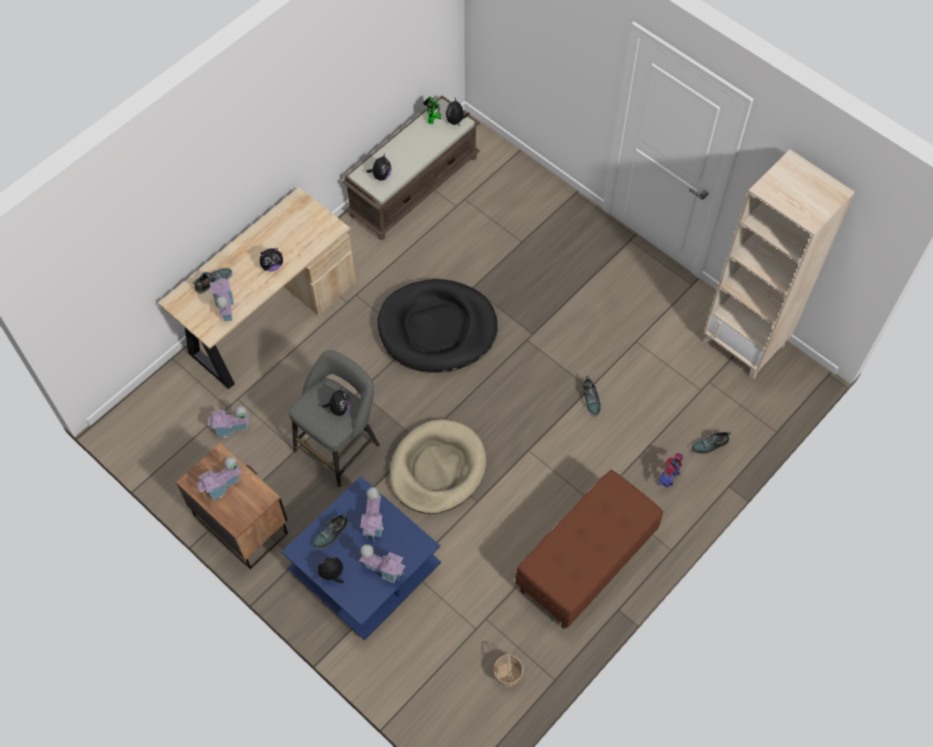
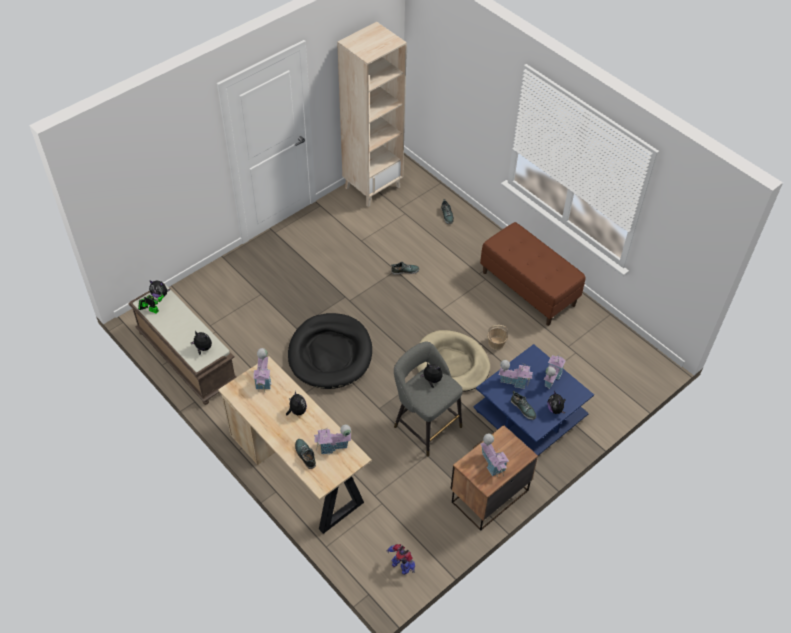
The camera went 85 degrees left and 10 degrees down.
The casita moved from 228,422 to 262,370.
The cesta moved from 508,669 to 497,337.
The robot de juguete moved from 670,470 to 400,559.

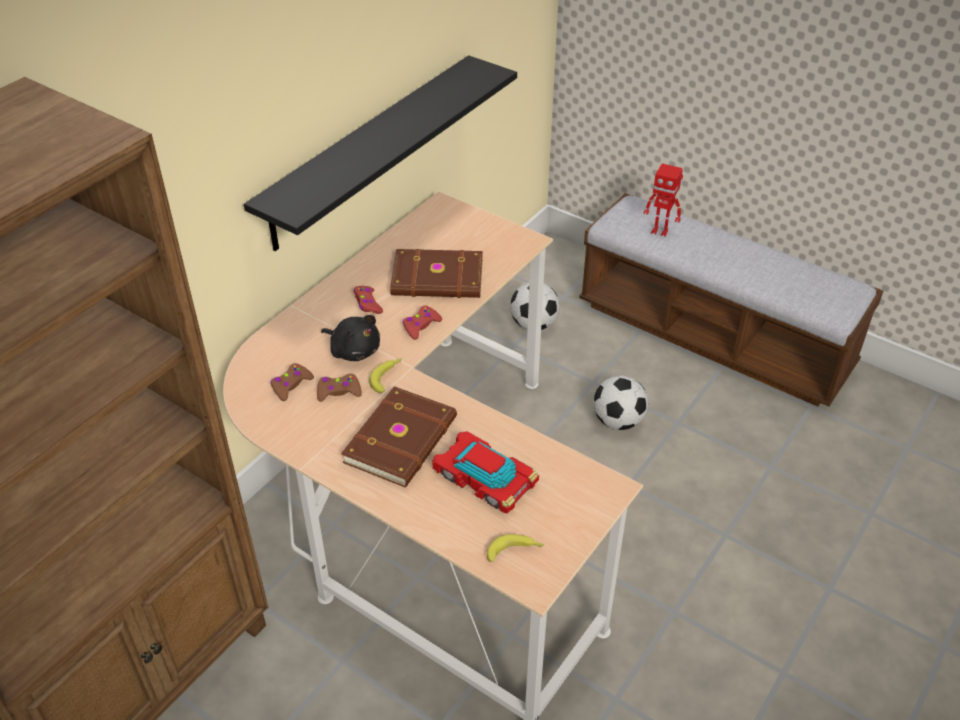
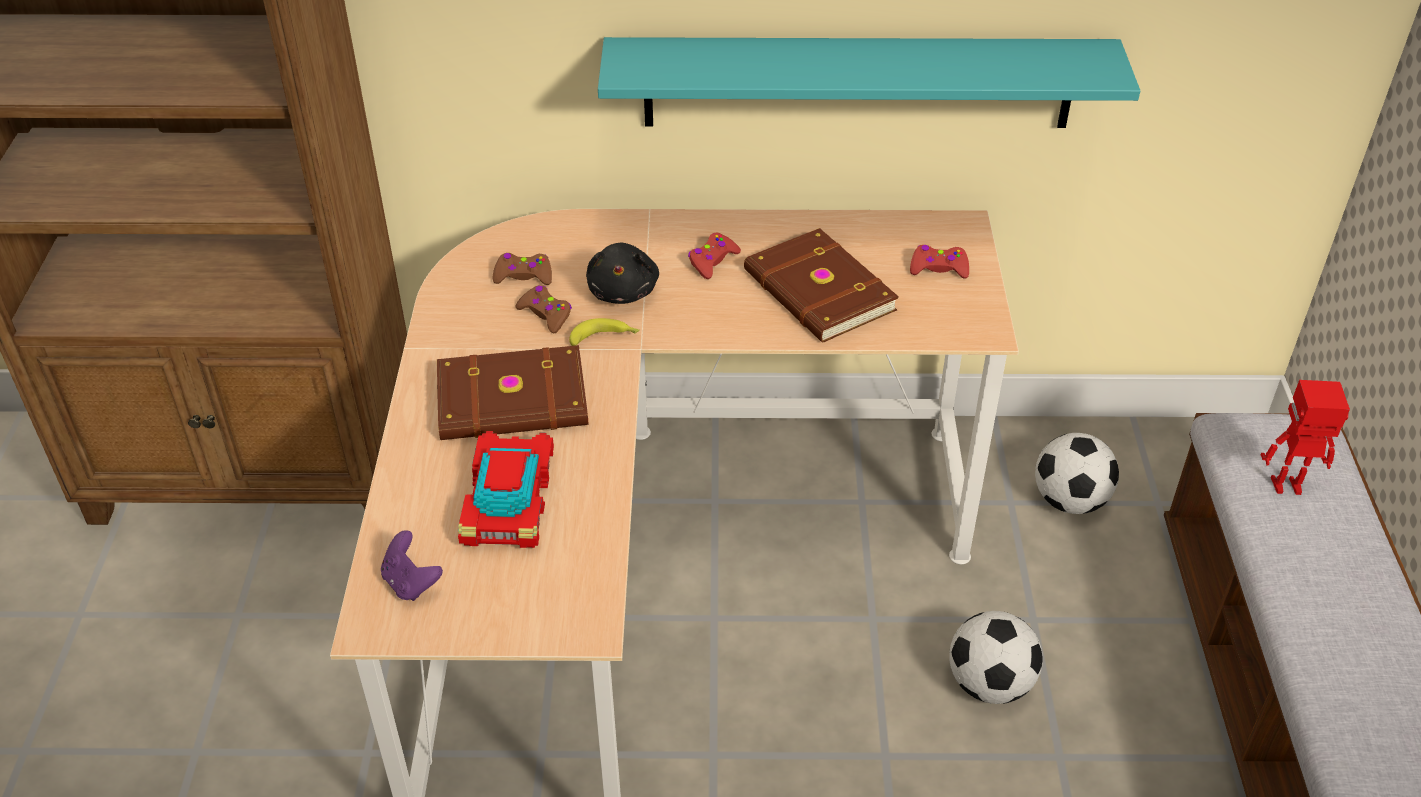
The camera went 55 degrees right and 0 degrees up.
The mando de consola/rojo moved from 422,323 to 939,261.
The plátano at 515,548 was replaced by the mando de consola/morado at 412,565.
The estante/negro at 380,153 became the estante/turquesa at 869,82.
The robot de juguete at 663,200 turned 105 degrees clockwise.

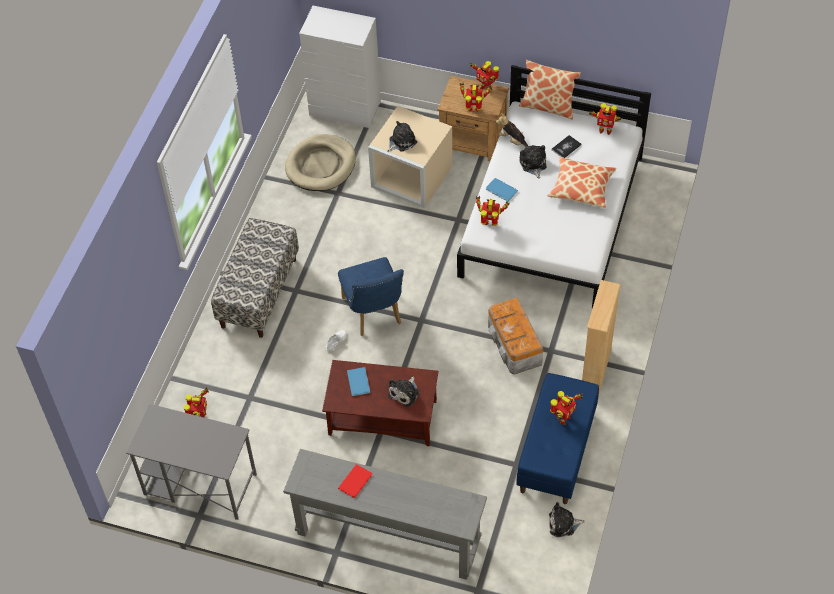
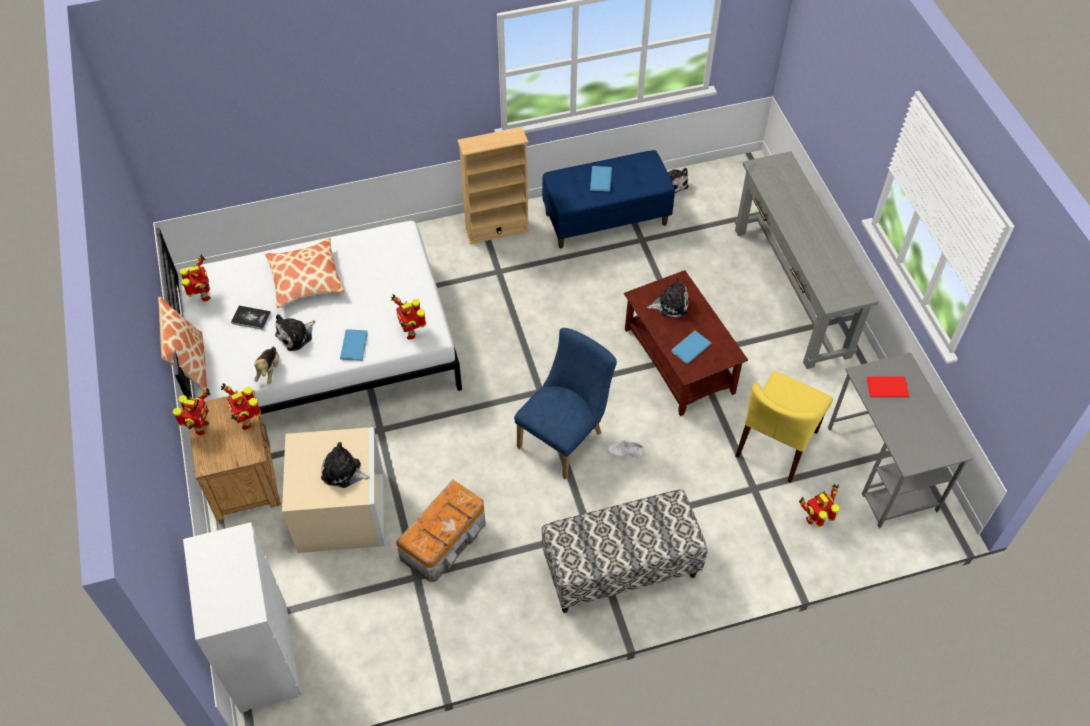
The camera went 125 degrees left and 0 degrees up.
The cama para perro/beis at 320,162 disappeared.
The silla/amarillo at 784,427 appeared.
The libro/rojo moved from 355,481 to 888,386.
The caja de almacenaje moved from 515,336 to 441,531.
The robot de juguete at 566,408 was replaced by the libro/azul at 601,179.

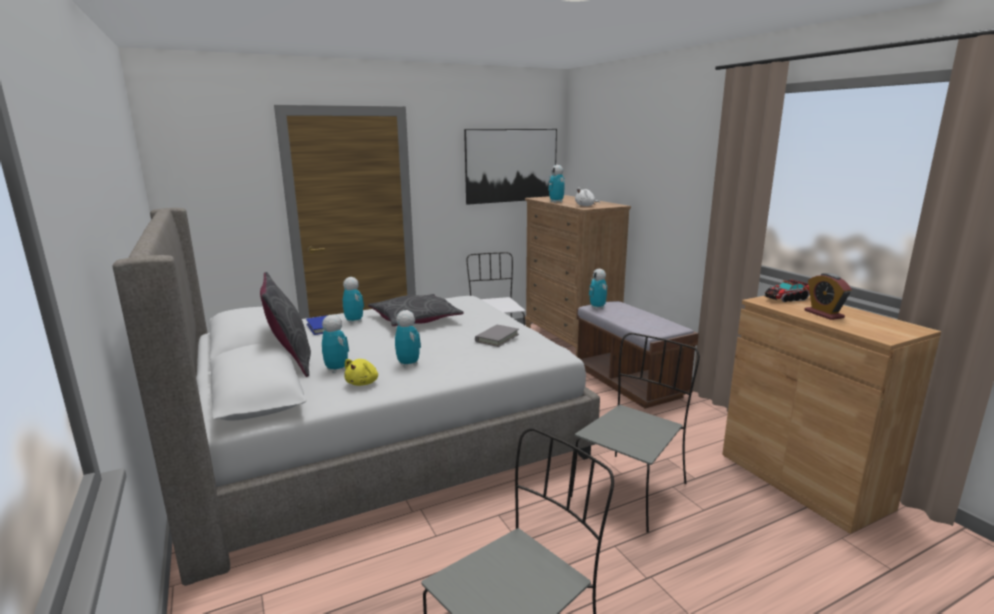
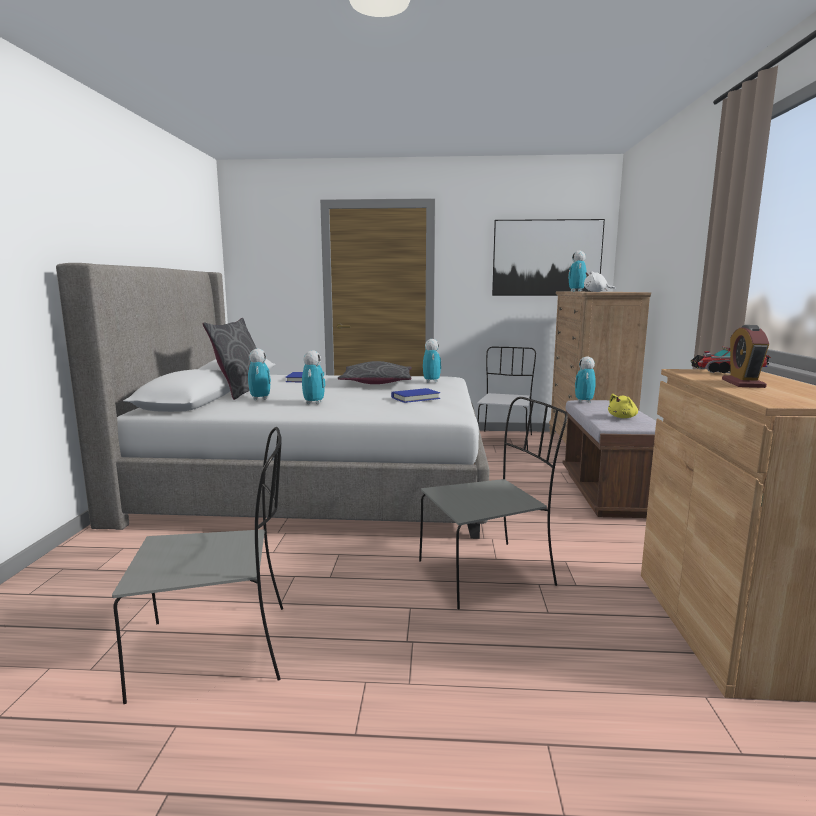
The camera went 30 degrees right and 5 degrees down.
The robot de juguete moved from 353,300 to 432,361.
The peluche/amarillo moved from 361,372 to 623,406.
The libro/gris at 497,336 became the libro/azul at 415,395.

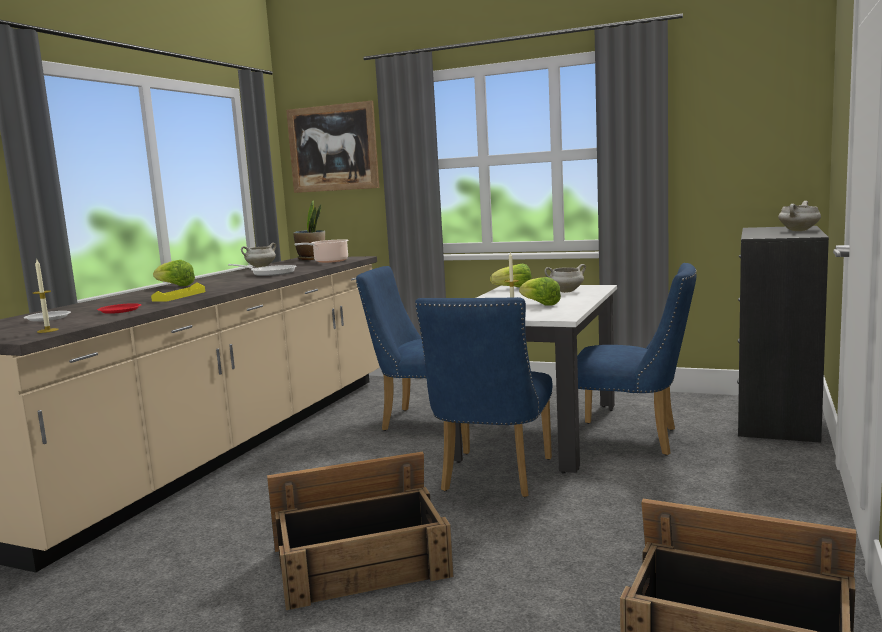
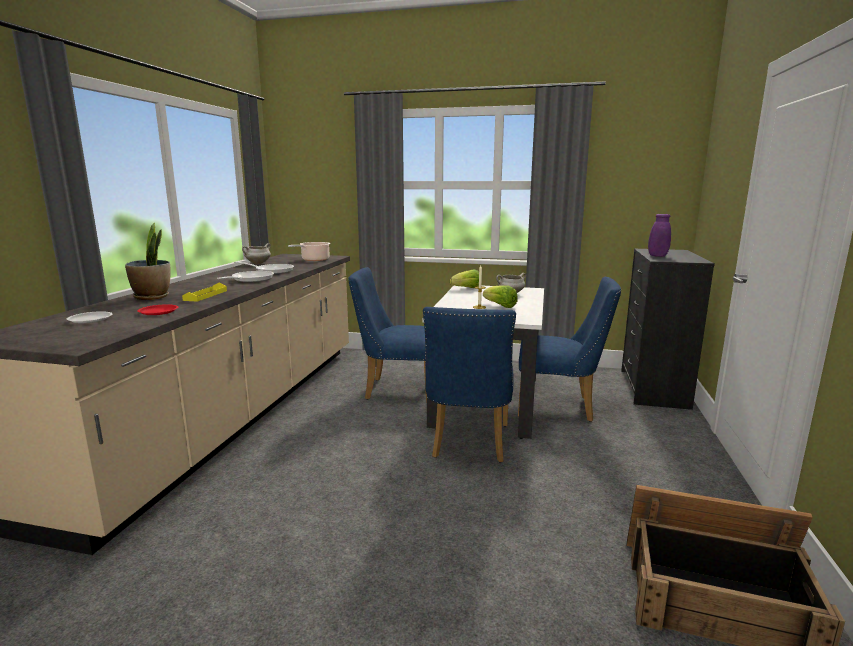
The camera went 10 degrees left and 5 degrees up.
The vela at 46,296 disappeared.
The lechuga at 174,273 disappeared.
The caja de embalaje at 360,531 disappeared.
The cuadro at 332,147 disappeared.
The olla/blanco at 799,216 disappeared.
The sartén at 245,276 appeared.
The florero/morado at 659,235 appeared.
The planta en maceta moved from 309,230 to 147,261.

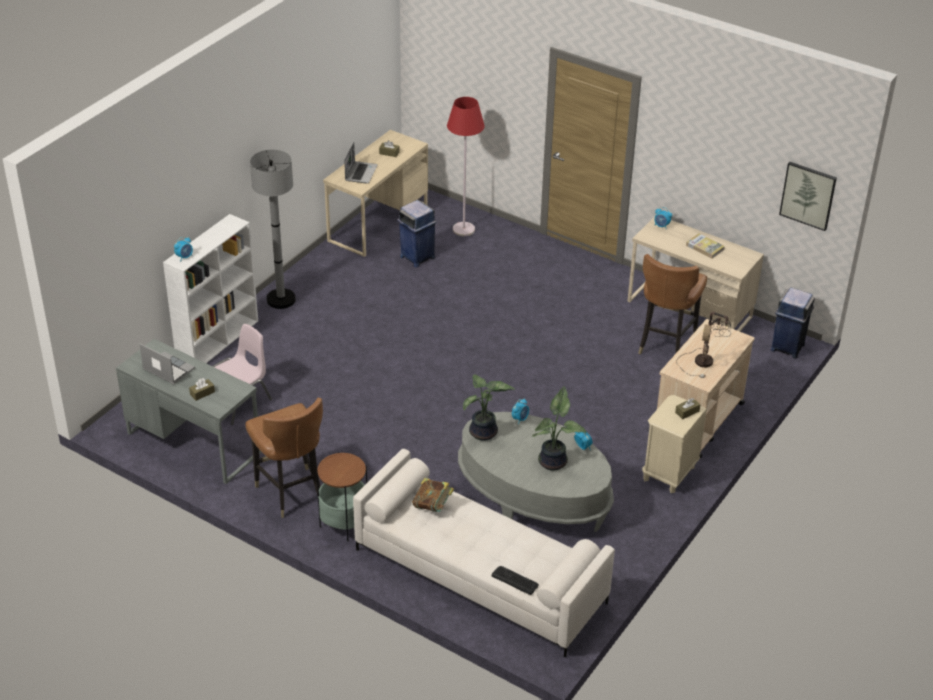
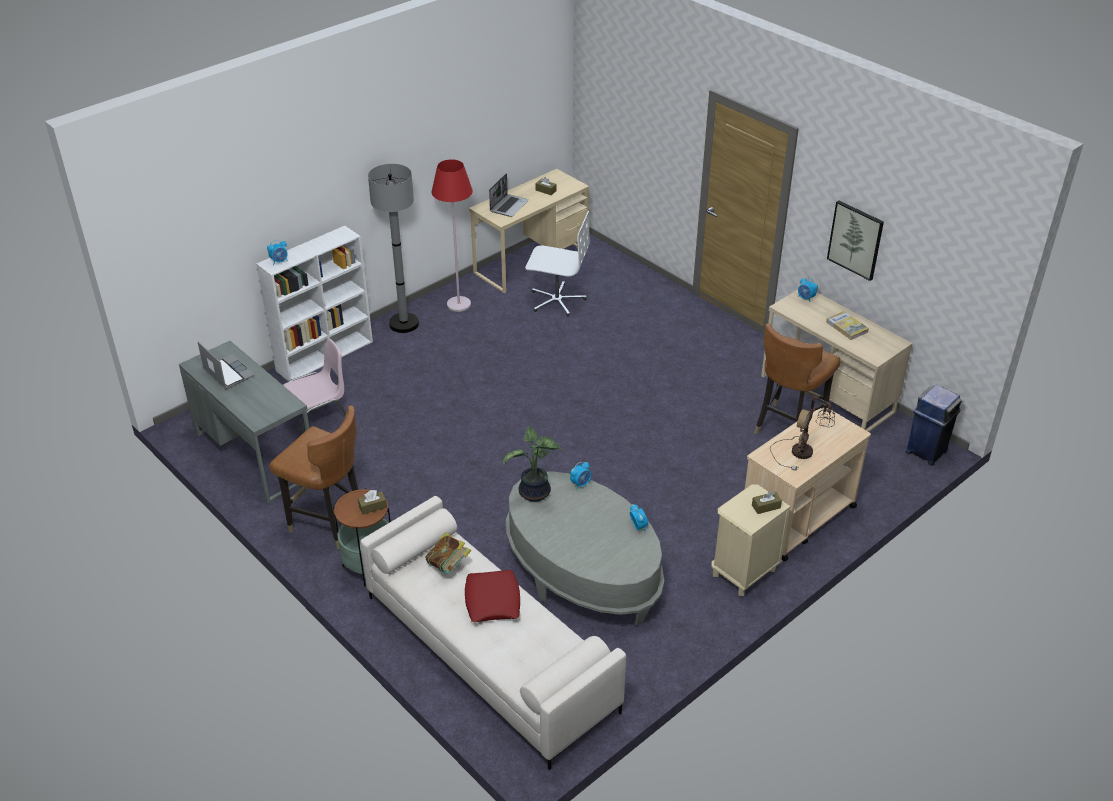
The camera went 15 degrees right and 0 degrees up.
The teclado at 515,580 disappeared.
The planta en maceta at 558,428 disappeared.
The cojín/rojo at 492,596 appeared.
The caja de pañuelos/marrón moved from 202,389 to 372,502.
The lámpara de pie/rojo moved from 466,166 to 452,235.
The cuadro moved from 808,196 to 855,241.
The papelera/azul at 417,234 was replaced by the silla de oficina/blanco at 557,264.
The silla/marrón at 284,458 turned 45 degrees counterclockwise.

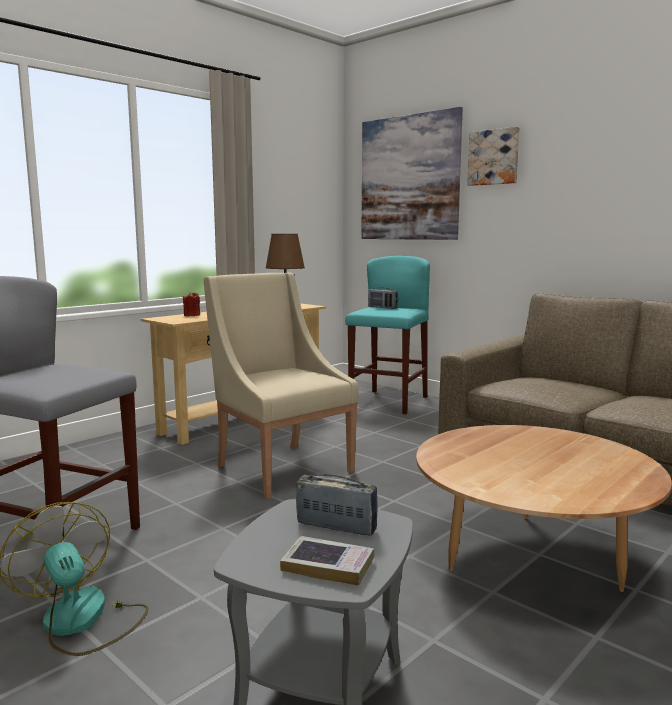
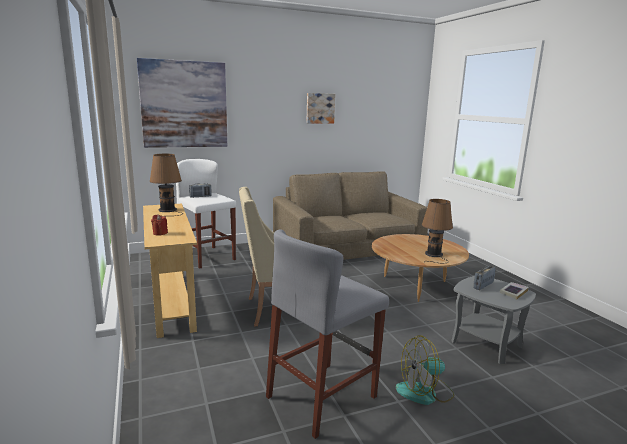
The camera went 65 degrees left and 5 degrees up.
The lámpara de mesa/marrón at 437,231 appeared.
The cuadro moved from 493,156 to 320,108.
The taburete/turquesa at 387,335 became the taburete/blanco at 206,214.

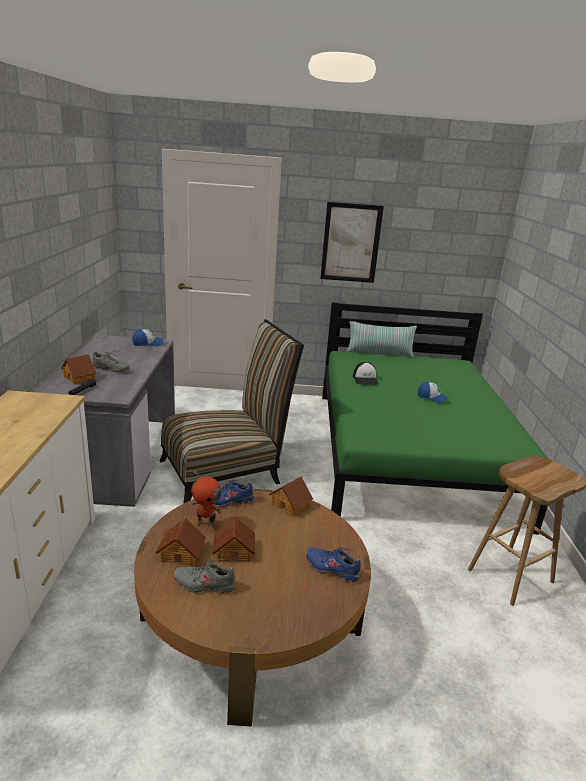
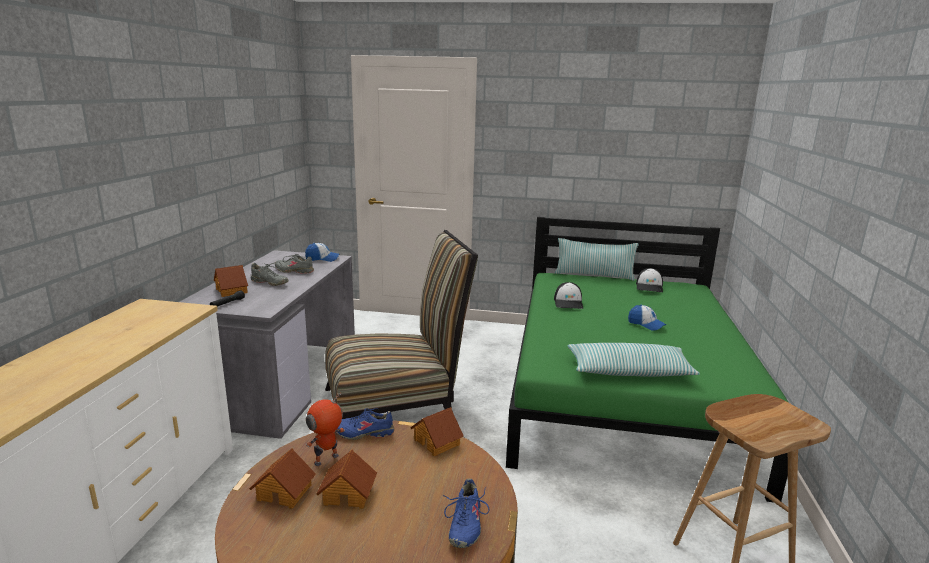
The camera went 10 degrees right and 5 degrees down.
The cuadro at 352,242 disappeared.
The cojín at 634,360 appeared.
The gorra at 649,280 appeared.
The zapato/gris moved from 205,576 to 294,264.
The robot de juguete at 207,500 turned 105 degrees clockwise.
The zapato/azul at 333,564 turned 120 degrees counterclockwise.

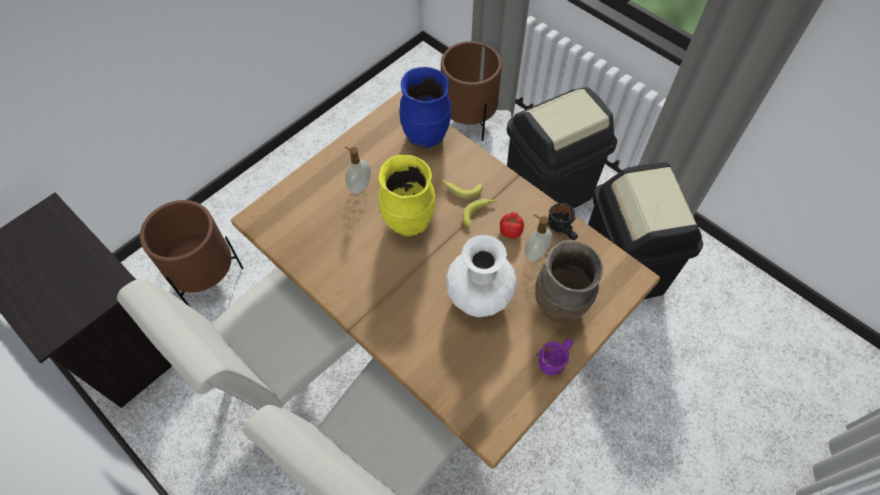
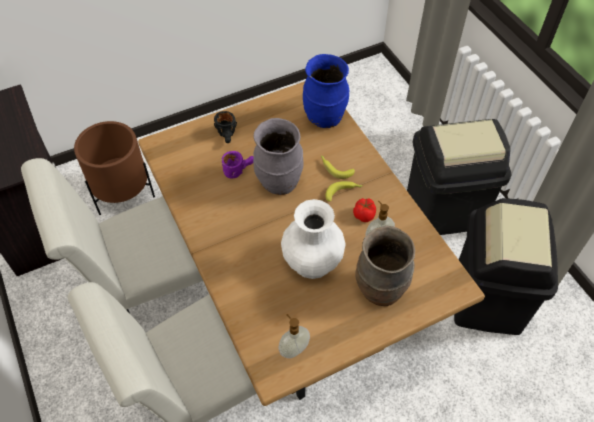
The camera went 20 degrees right and 5 degrees down.
The maceta/marrón at 471,91 disappeared.
The dispensador de jabón moved from 357,170 to 294,336.
The taza grande/morado moved from 555,357 to 237,164.
The taza grande/negro moved from 562,221 to 225,127.
The florero/amarillo at 407,195 became the florero/gris at 278,156.

